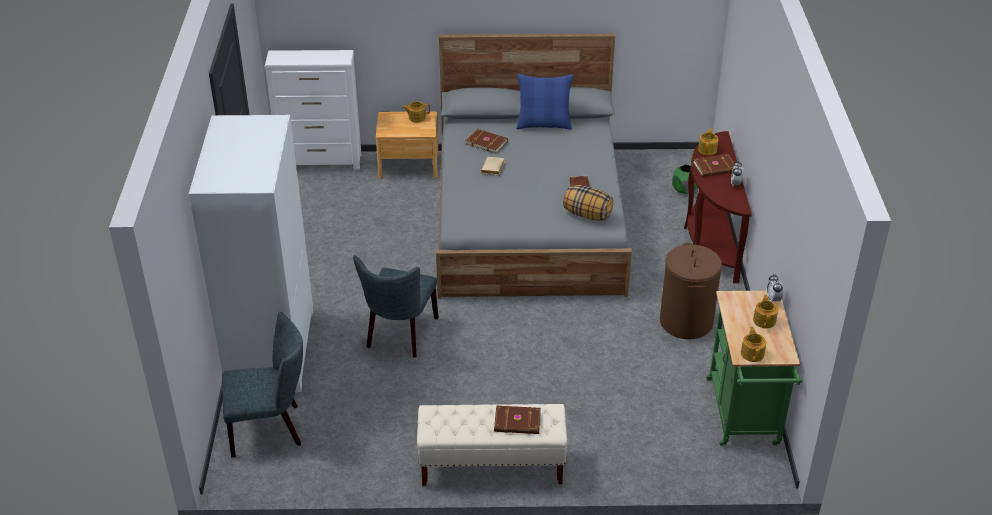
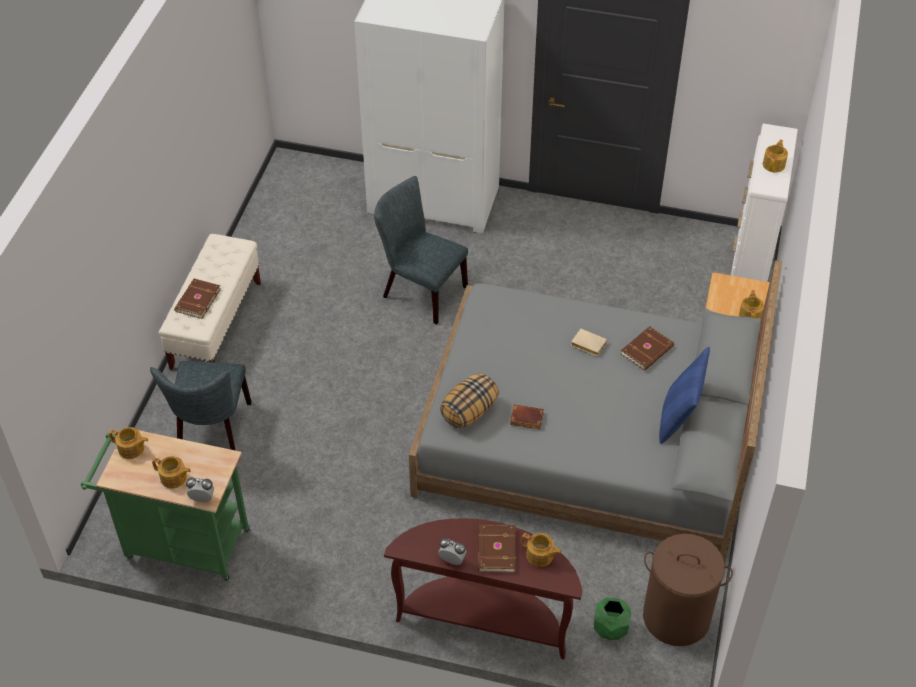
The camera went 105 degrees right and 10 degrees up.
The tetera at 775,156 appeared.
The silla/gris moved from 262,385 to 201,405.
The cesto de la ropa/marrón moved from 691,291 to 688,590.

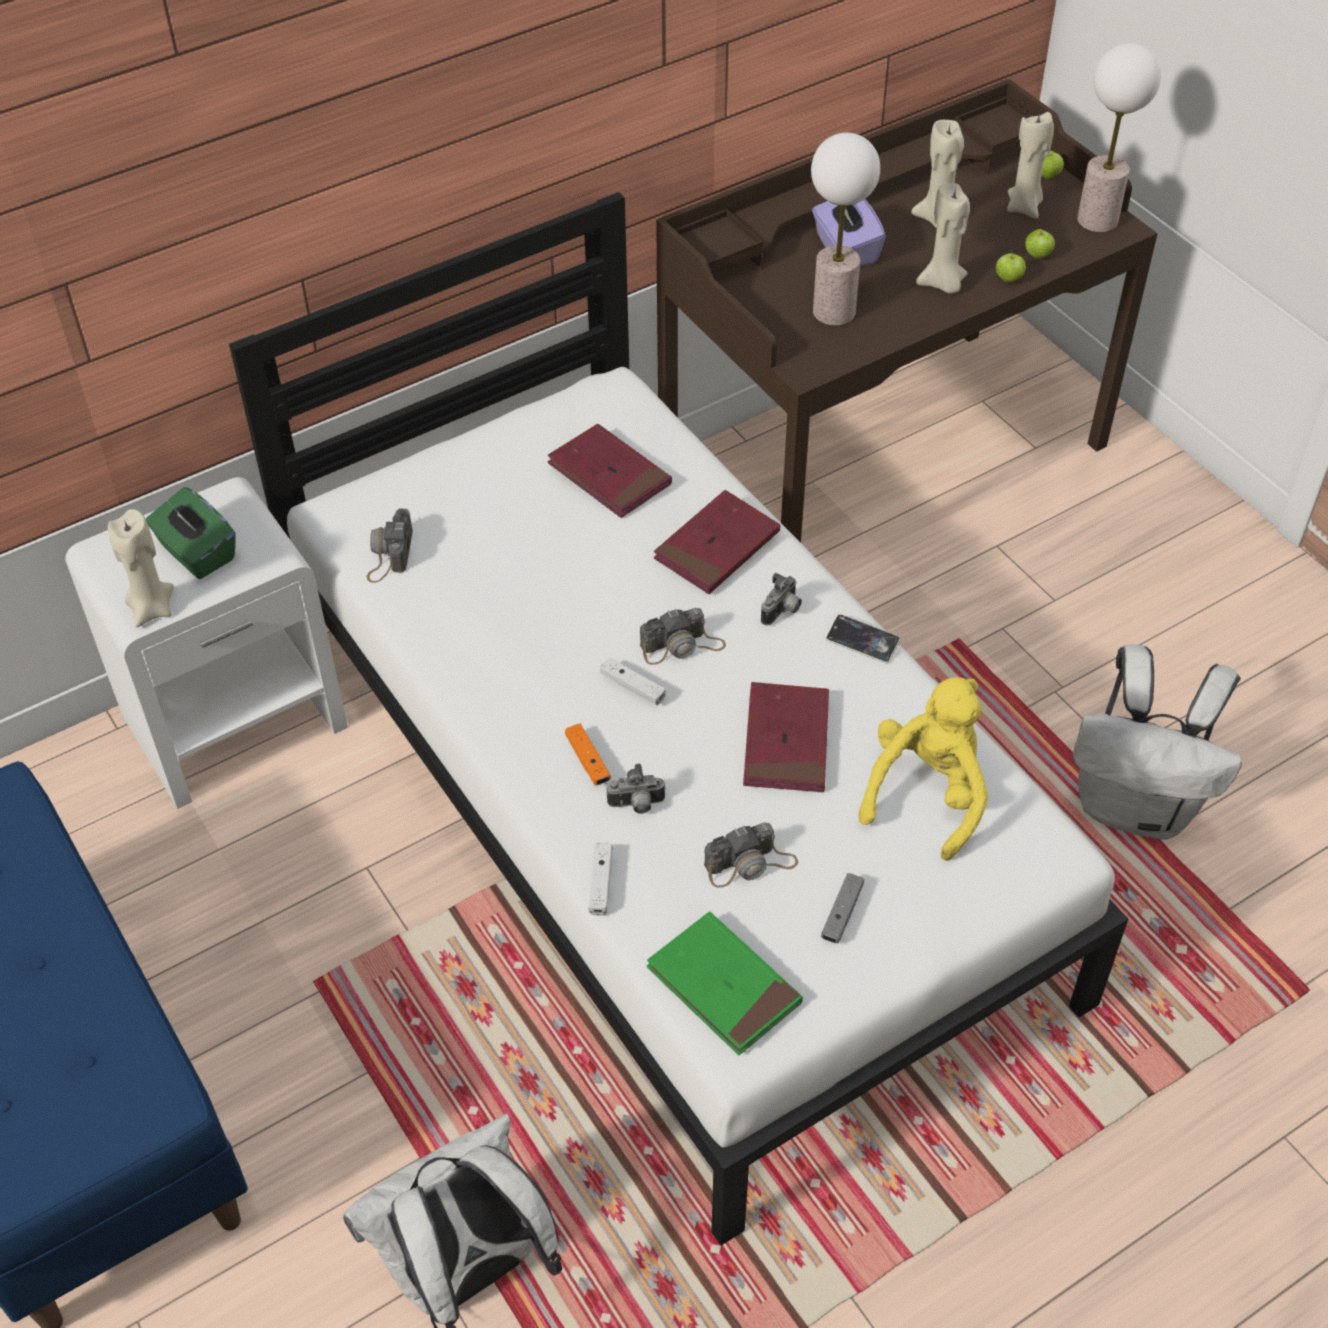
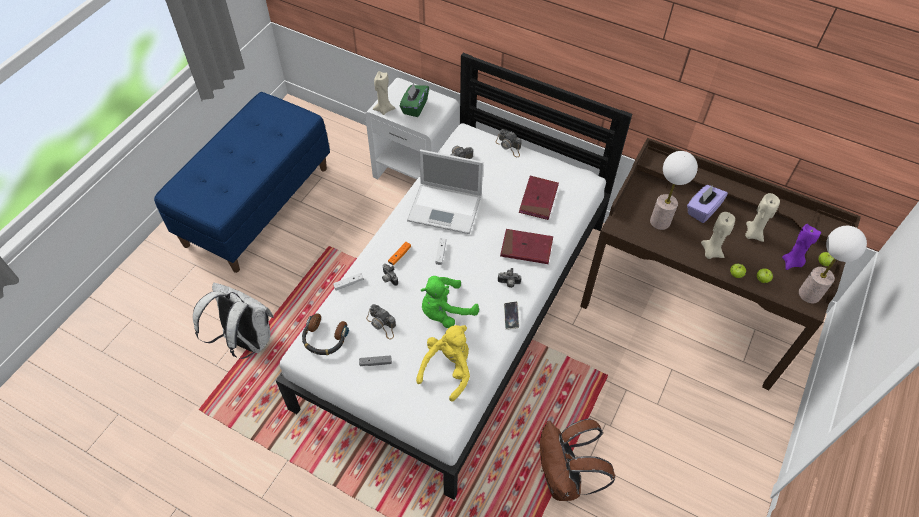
The camera went 60 degrees right and 5 degrees up.
The portátil at 445,191 appeared.
The cámara moved from 683,636 to 508,143.
The libro/verde at 725,983 was replaced by the auriculares at 325,334.
The libro/rojo at 786,737 was replaced by the peluche/verde at 450,302.
The vela/beis at 1030,165 became the vela/morado at 801,247.
The mochila/blanco at 1157,742 became the mochila/marrón at 577,460.
The peluche/amarillo at 923,769 turned 60 degrees counterclockwise.

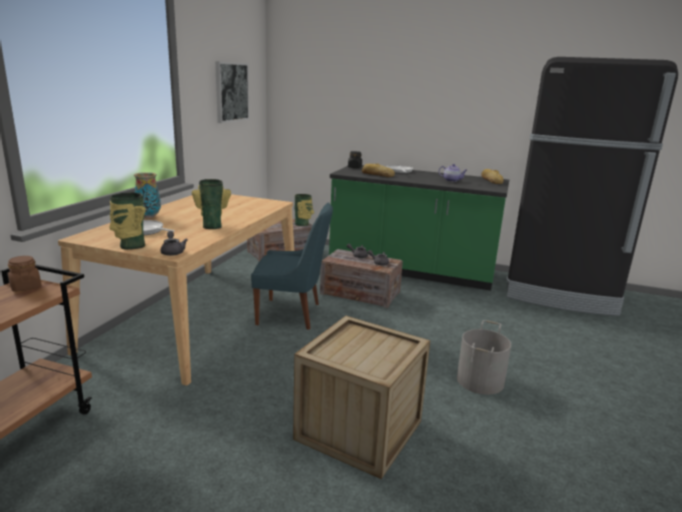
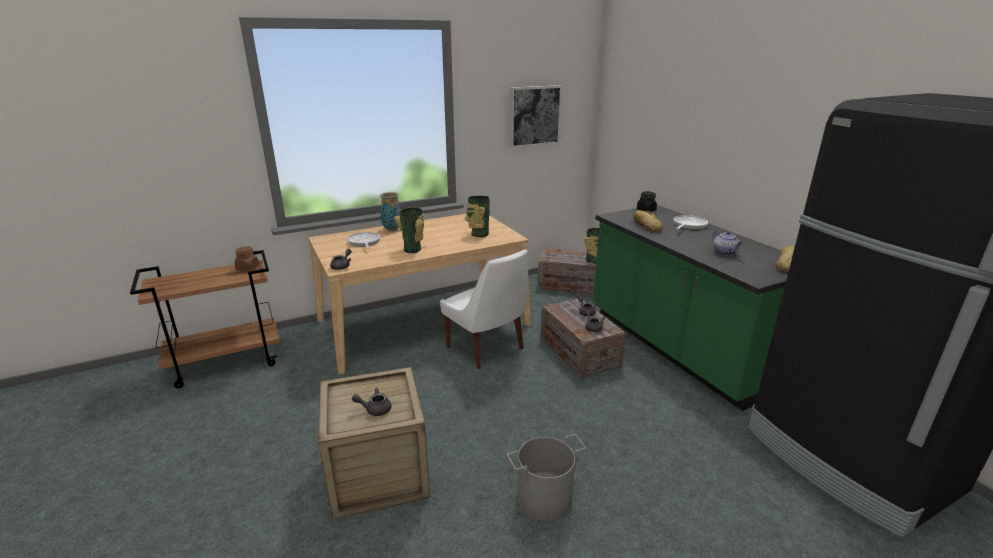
The camera went 45 degrees right and 5 degrees up.
The tetera/gris at 371,402 appeared.
The florero moved from 127,221 to 477,216.
The silla/azul at 292,266 became the silla/blanco at 484,309.

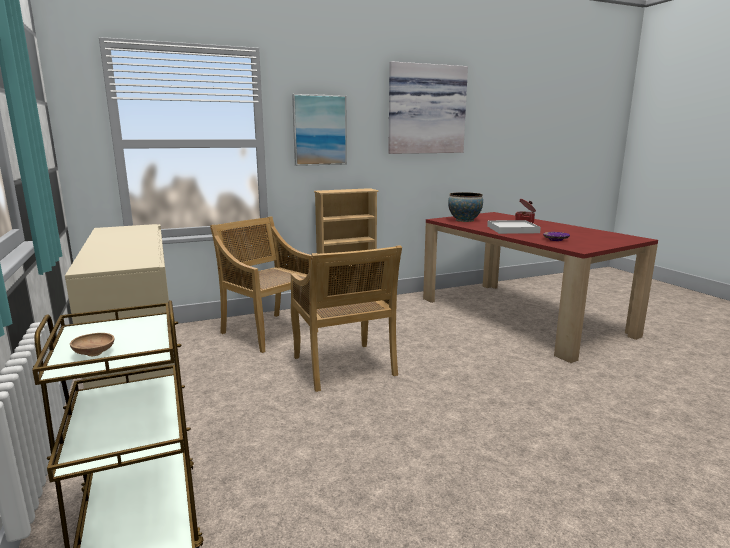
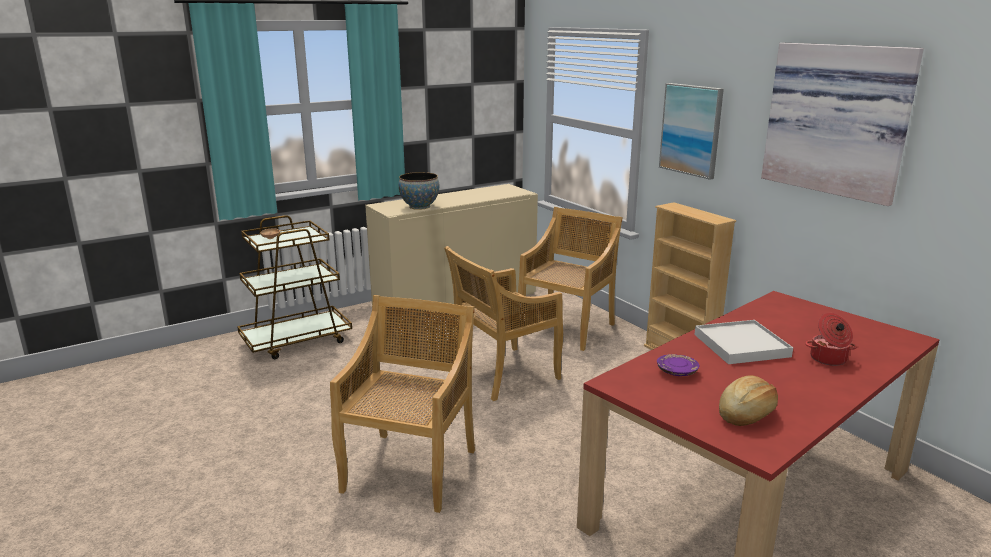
The camera went 80 degrees right and 5 degrees up.
The silla/beis at 402,404 appeared.
The pan at 748,400 appeared.
The cuenco moved from 465,207 to 419,191.

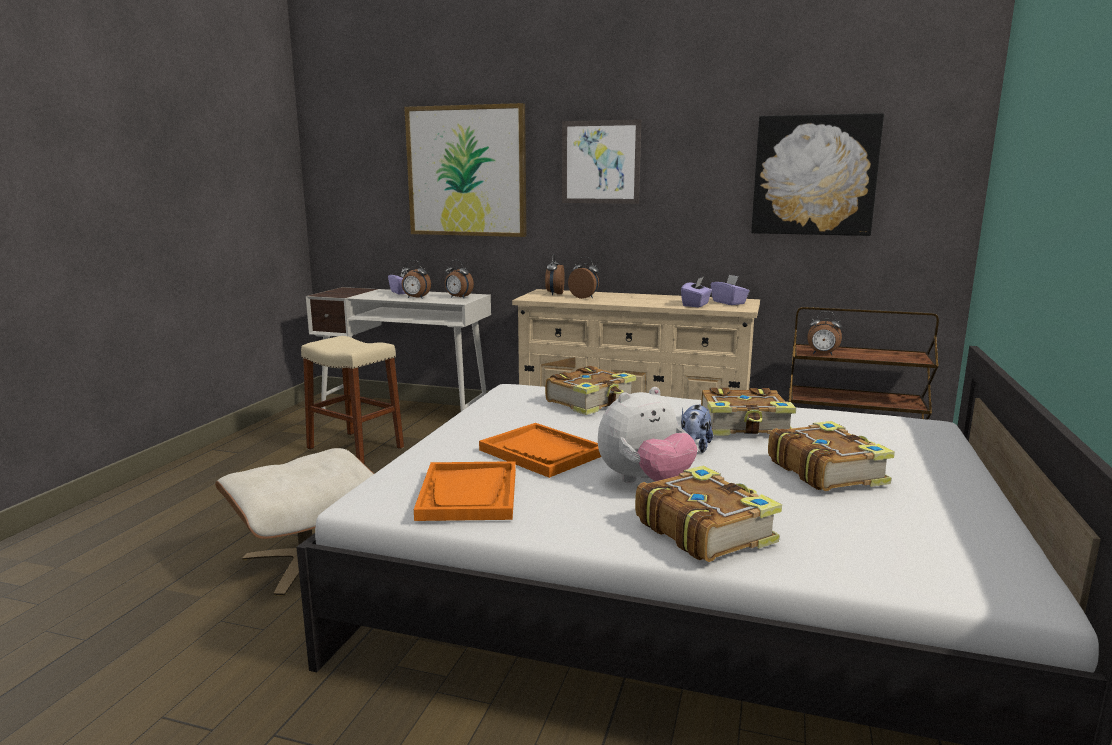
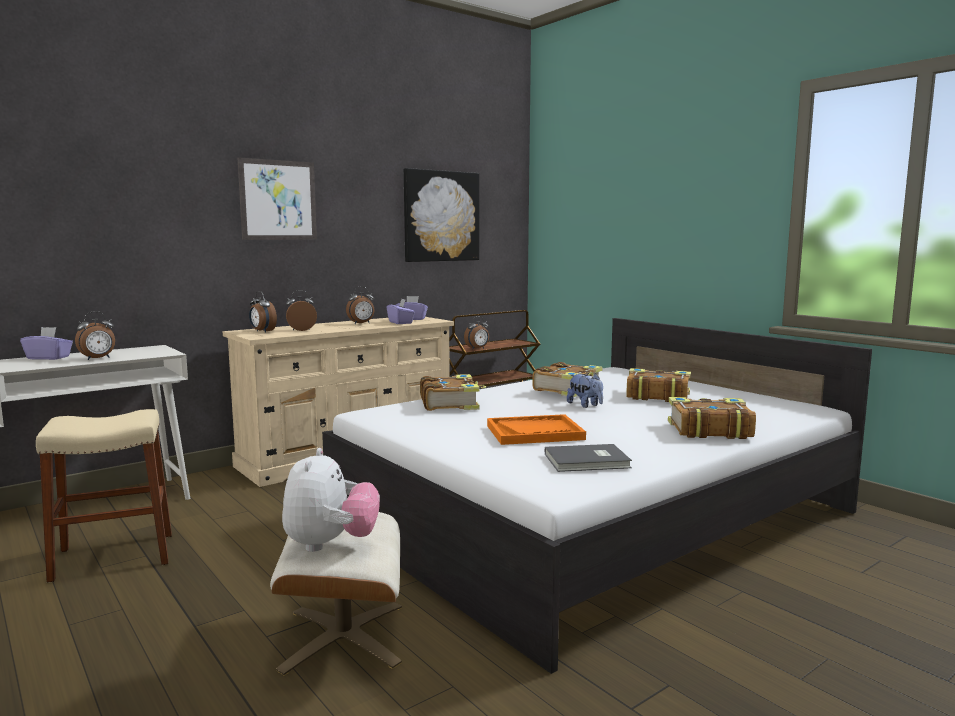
The camera went 55 degrees left and 5 degrees down.
The cuadro at 465,170 disappeared.
The despertador moved from 459,279 to 360,305.
The peluche moved from 647,435 to 331,500.
The bandeja/naranja at 465,491 was replaced by the libro/gris at 588,458.

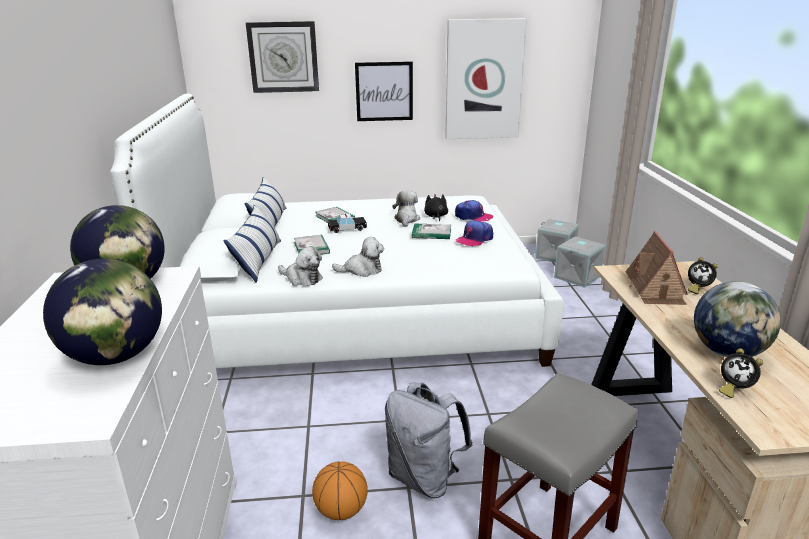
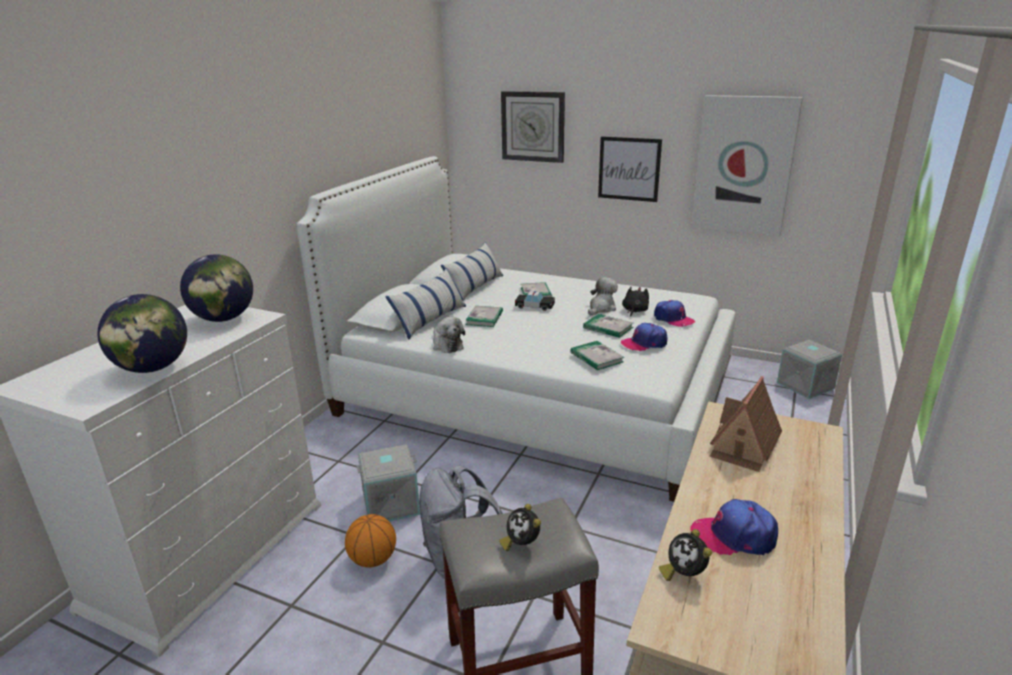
The camera went 30 degrees right and 0 degrees up.
The peluche at 358,257 disappeared.
The libro at 597,355 appeared.
The caja de almacenaje/gris moved from 579,262 to 388,483.
The despertador moved from 703,275 to 520,527.
The globo terráqueo at 737,319 was replaced by the gorra at 734,527.

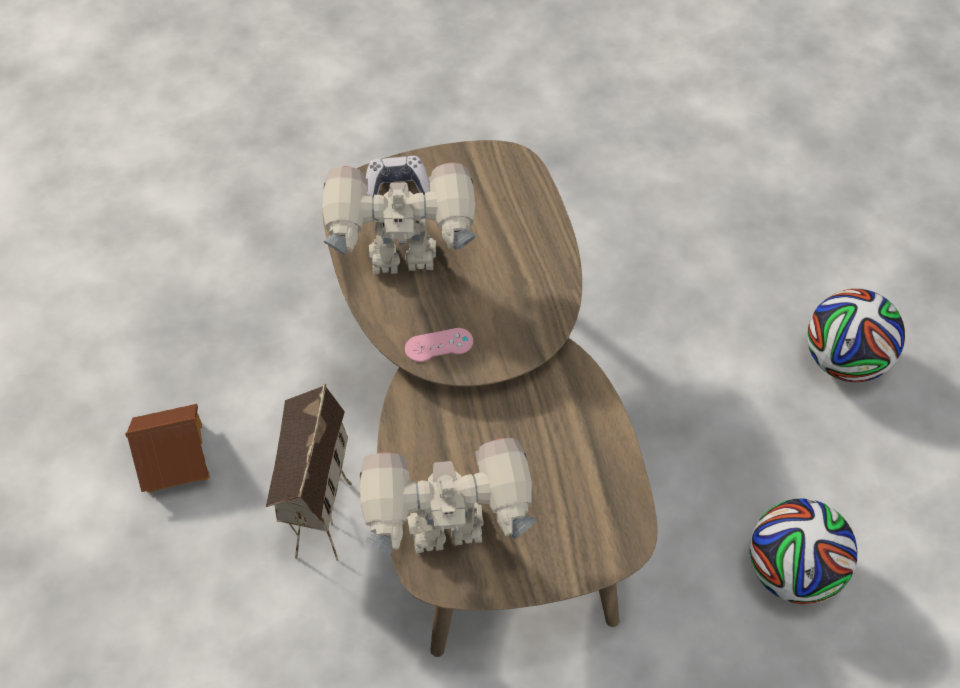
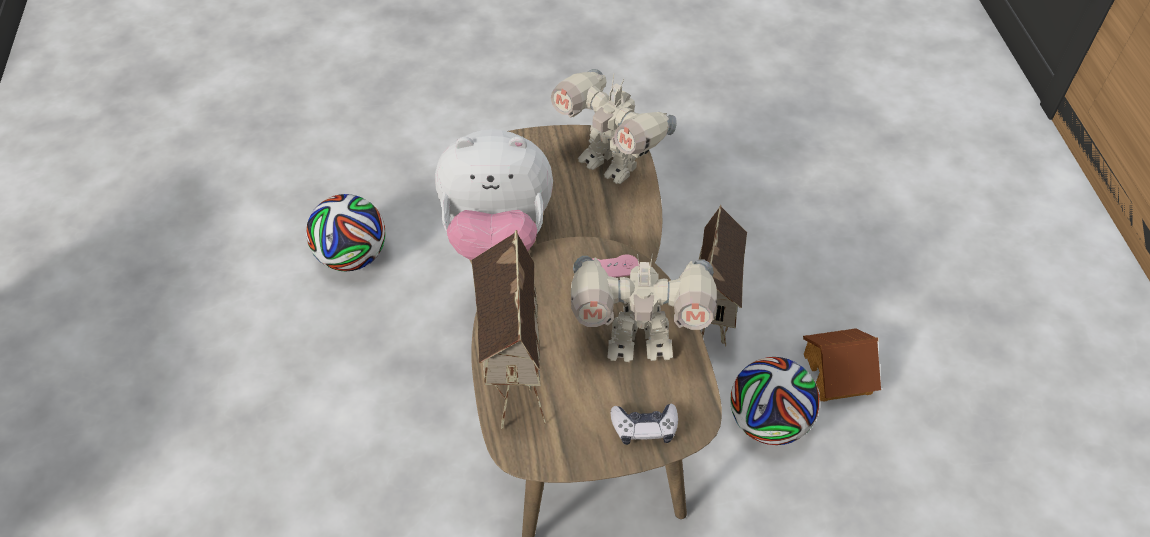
The camera went 175 degrees left and 5 degrees down.
The peluche at 494,194 appeared.
The casita at 508,329 appeared.
The balón de fútbol moved from 856,335 to 775,401.
The robot de juguete at 448,496 turned 45 degrees clockwise.

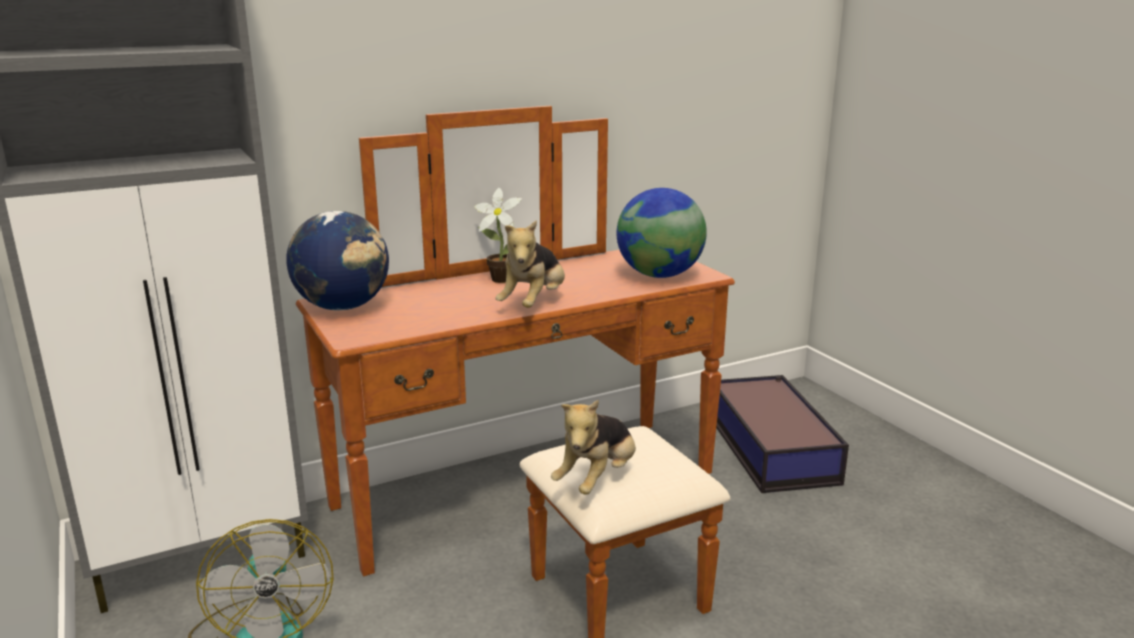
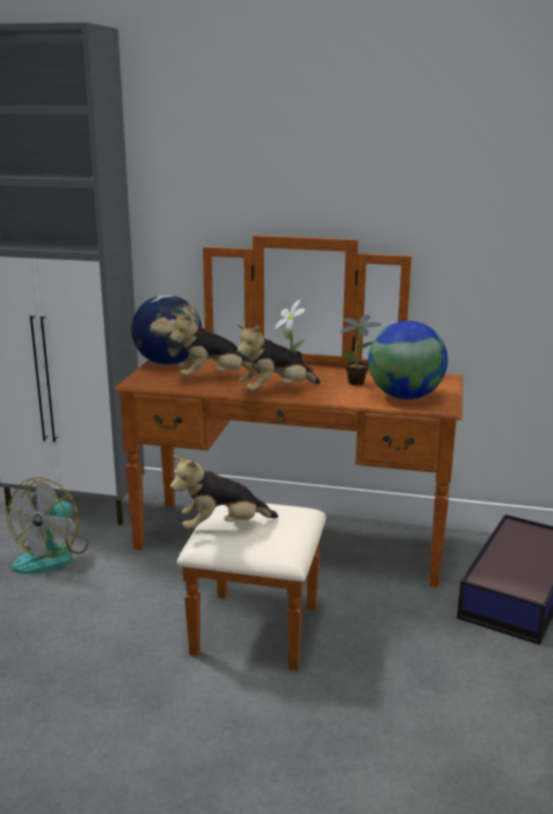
The camera went 40 degrees right and 0 degrees up.
The peluche at 215,344 appeared.
The planta en maceta at 361,350 appeared.

